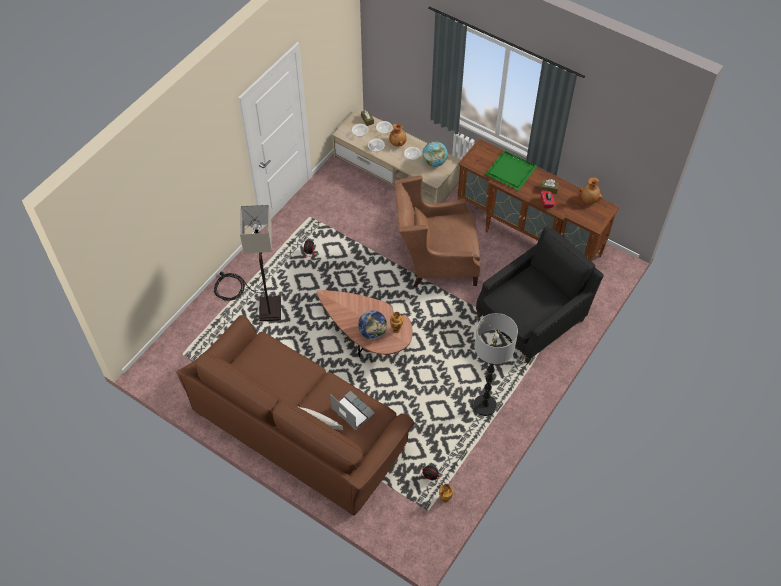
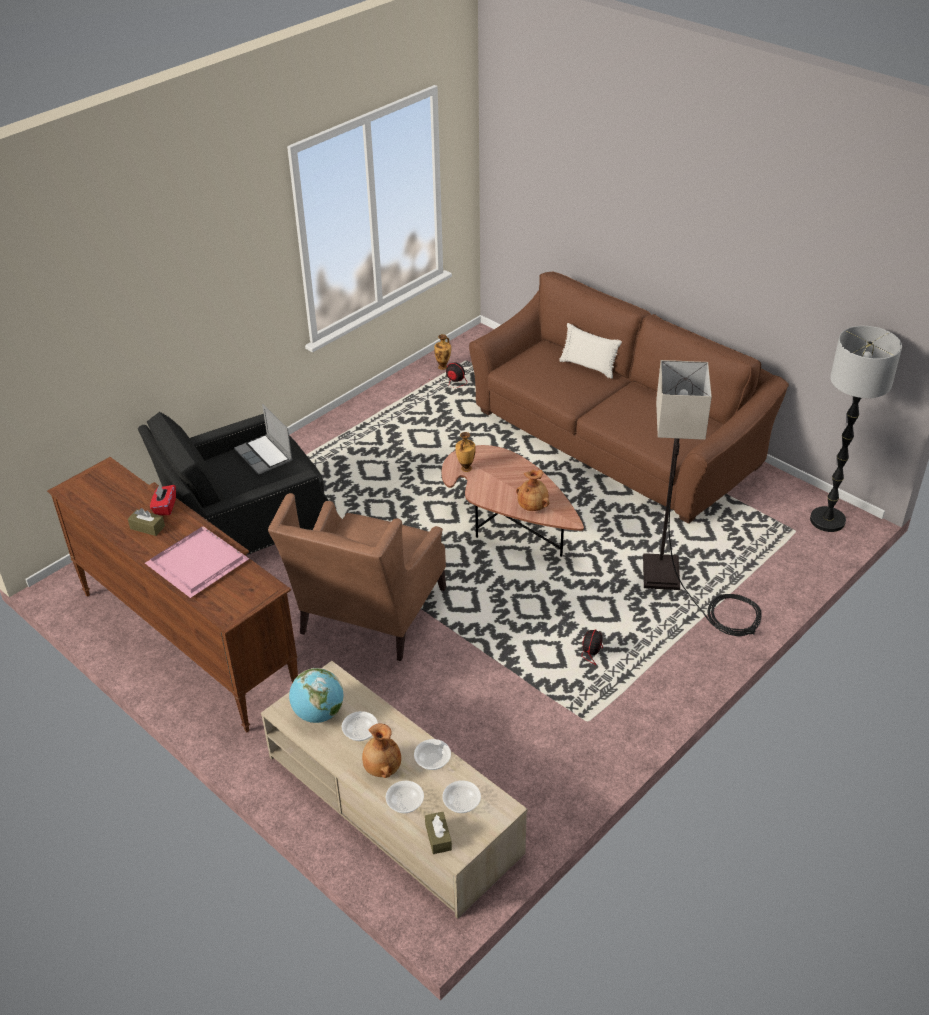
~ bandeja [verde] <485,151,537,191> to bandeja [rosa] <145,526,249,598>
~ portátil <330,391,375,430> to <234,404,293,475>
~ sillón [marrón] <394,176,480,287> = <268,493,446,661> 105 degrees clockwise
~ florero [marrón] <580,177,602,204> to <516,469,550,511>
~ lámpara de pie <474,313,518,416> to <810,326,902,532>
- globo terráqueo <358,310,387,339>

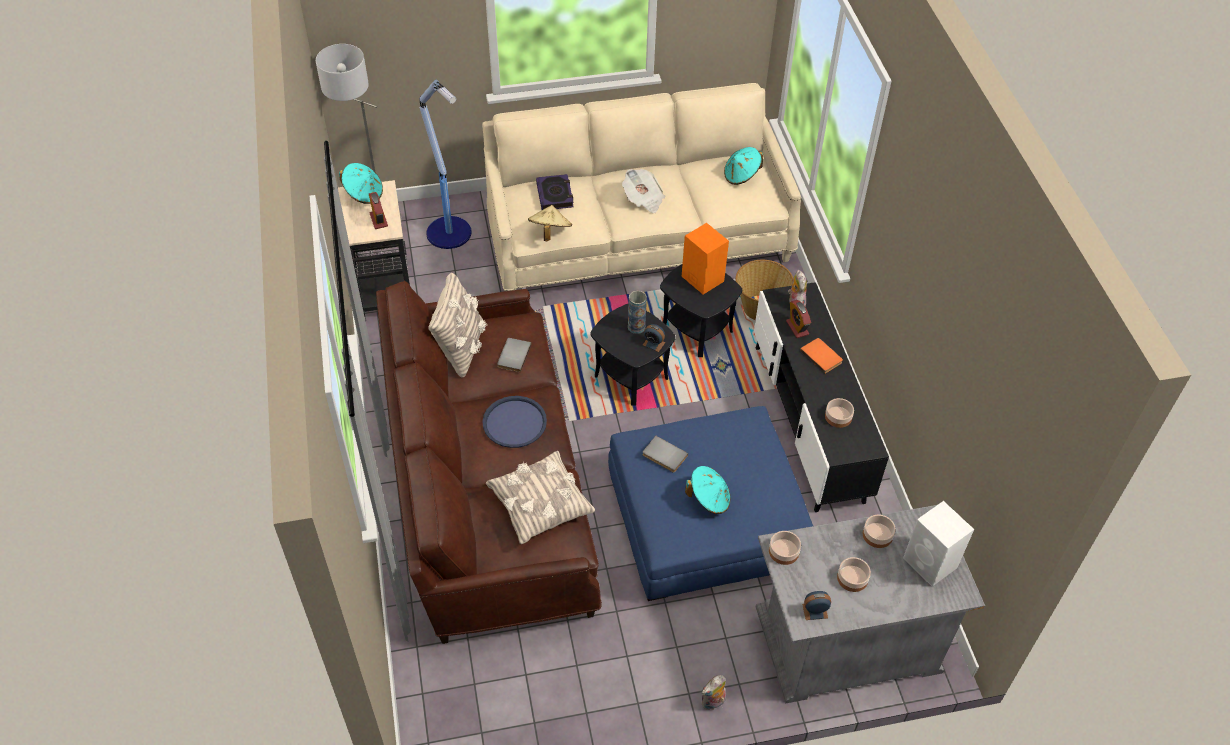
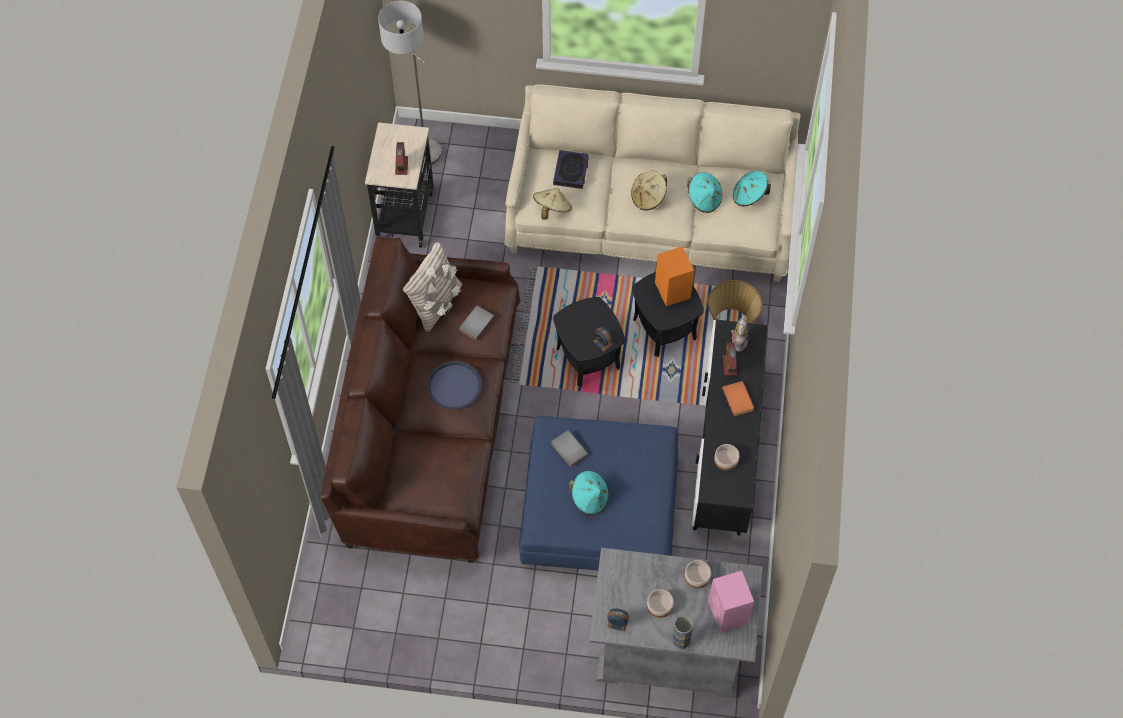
~ periódico <622,169,665,213> to sombrero [beis] <631,171,667,211>
~ florero <628,291,647,334> to <672,616,693,649>
~ sombrero [turquesa] <339,163,383,204> to <687,172,722,213>
~ altavoz [blanco] <903,501,974,586> to altavoz [rosa] <708,570,754,632>
- lámpara de pie <420,80,472,249>
- cojín [beis] <486,451,595,544>
- peluche <702,675,726,710>
- cuenco <769,531,801,565>

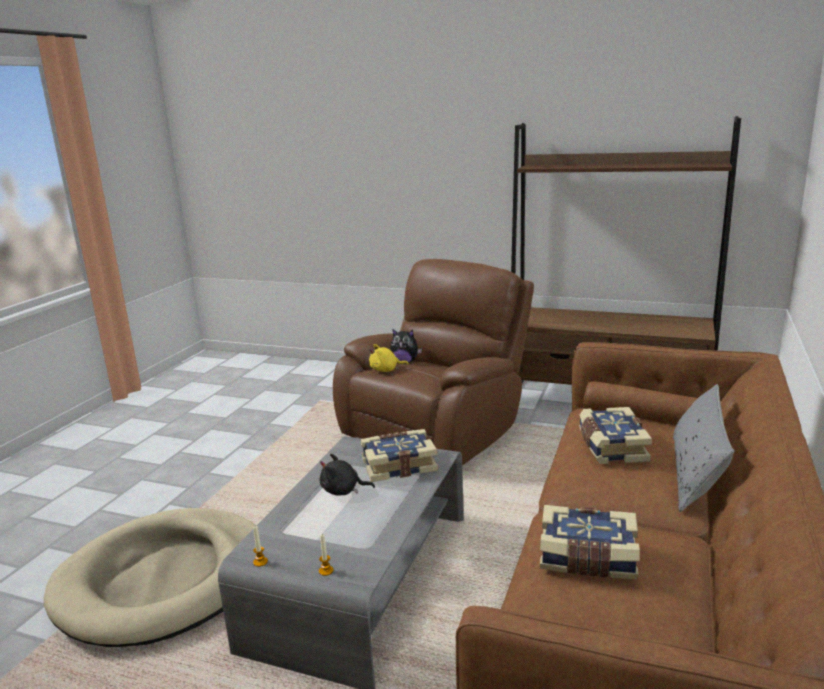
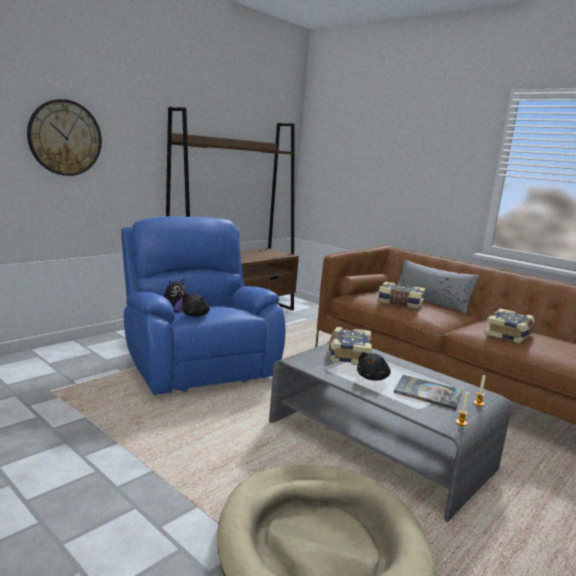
+ reloj de pared <27,99,102,176>
~ sillón [marrón] <333,259,534,466> to sillón [azul] <121,216,285,395>
~ peluche [amarillo] <369,344,409,372> to peluche [negro] <182,293,210,317>
+ libro <394,375,462,410>

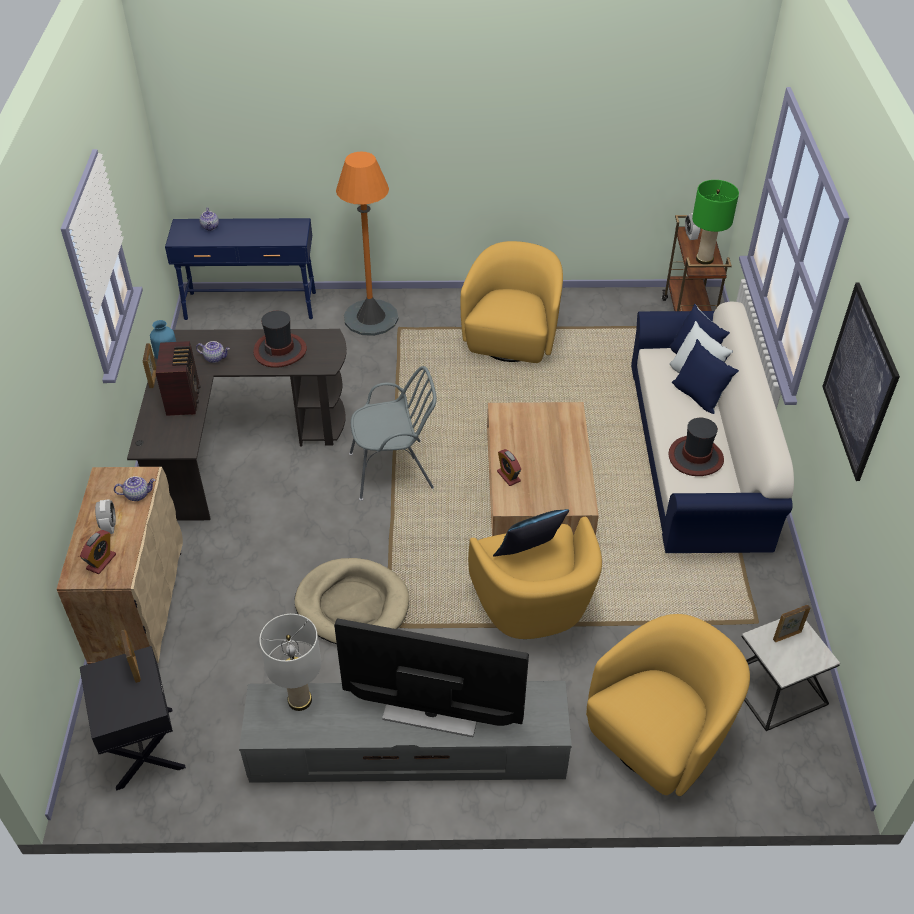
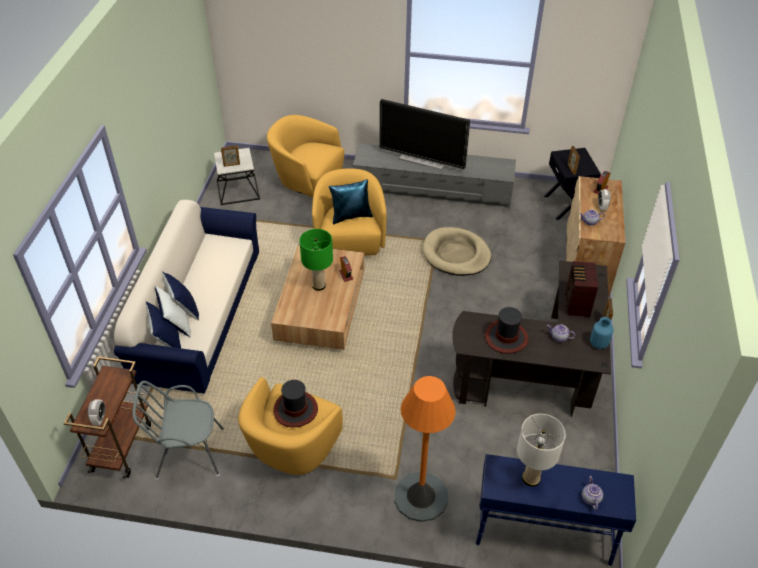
~ silla [gris] <349,366,437,501> to <133,381,224,480>
~ sillón [amarillo] <586,614,750,796> = <267,115,344,197> 60 degrees clockwise
~ sombrero <669,418,724,476> to <273,380,318,427>
~ lámpara de mesa [verde] <692,180,739,265> to <299,229,333,291>
~ lámpara de mesa [blanco] <259,614,321,711> to <517,414,566,487>
- cuadro <822,283,900,481>

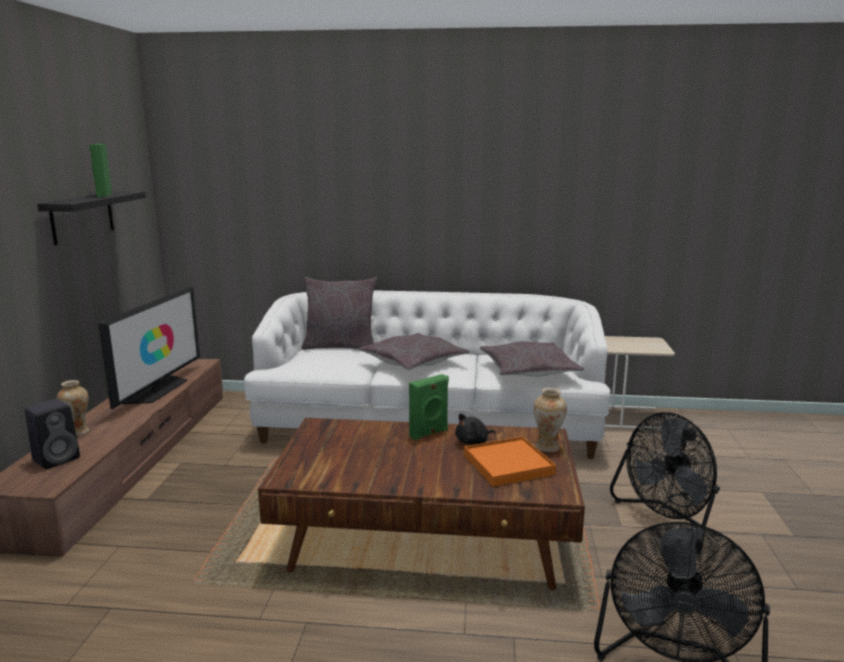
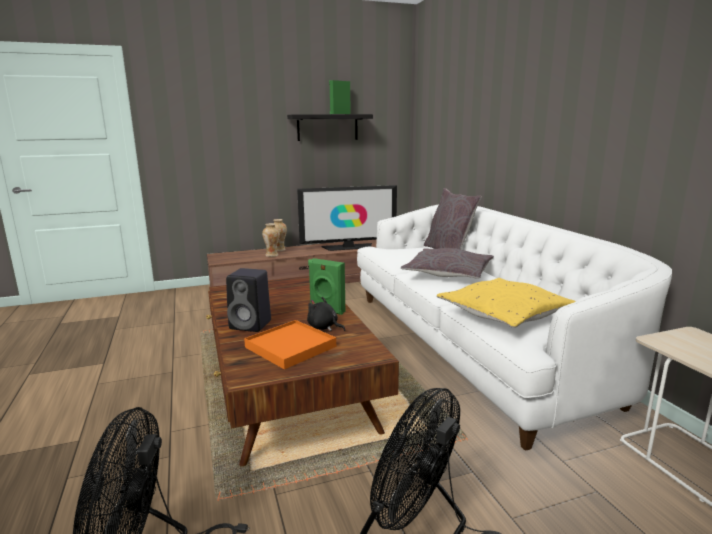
~ altavoz [negro] <25,399,80,469> to <226,268,271,332>
~ florero <534,388,567,452> to <262,223,280,257>
~ cojín [gris] <480,341,584,377> to cojín [amarillo] <437,278,576,328>

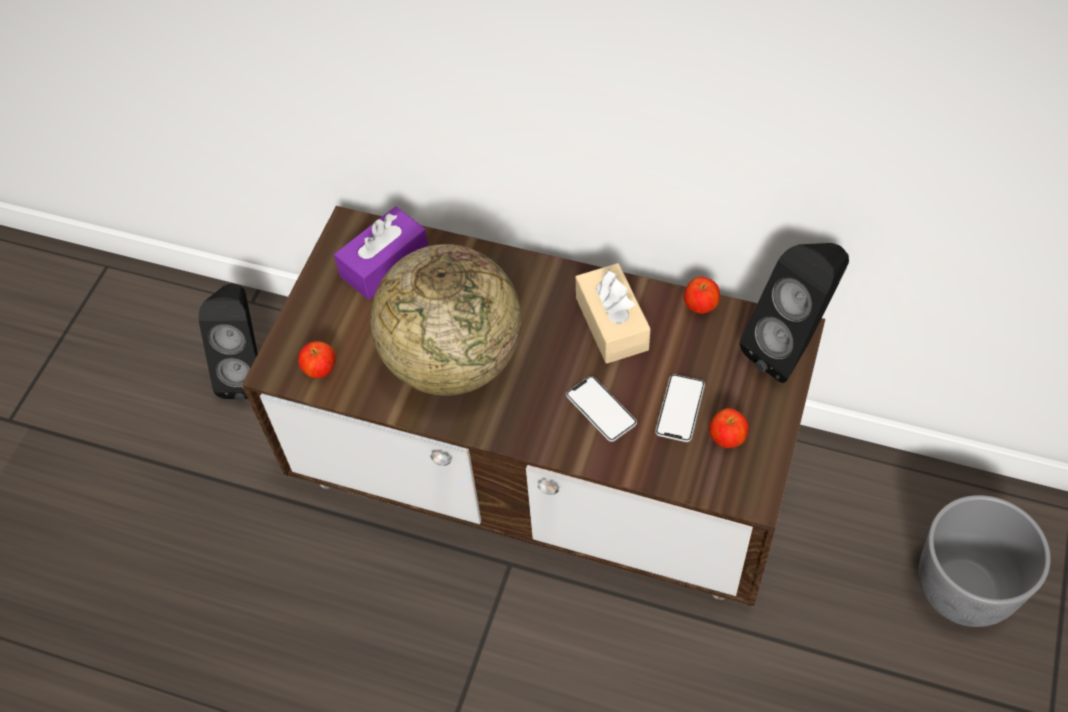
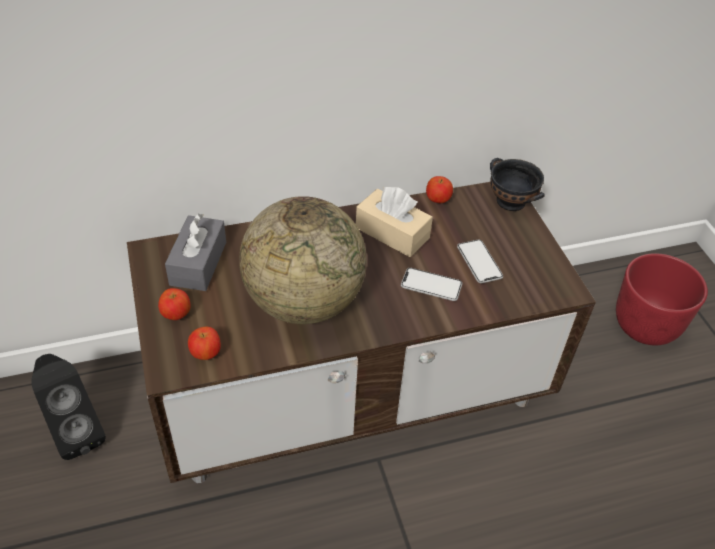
~ manzana <709,408,749,448> to <158,288,191,320>
~ caja de pañuelos [morado] <334,206,428,300> to caja de pañuelos [gris] <165,214,226,291>
~ altavoz [negro] <740,243,849,383> to cuenco [negro] <490,158,545,211>
~ maceta [gris] <919,495,1051,627> to maceta [rojo] <616,253,708,345>

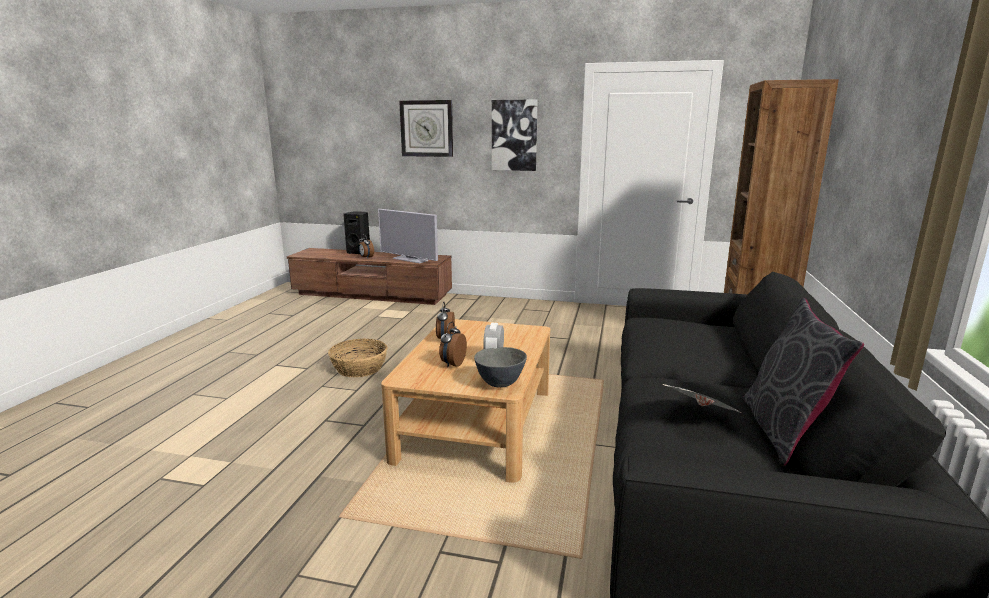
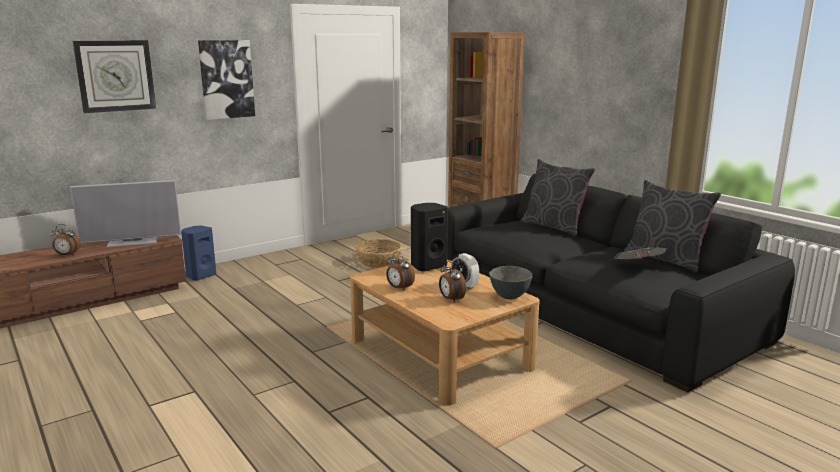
+ altavoz [azul] <181,225,216,281>
~ cesta <328,339,388,377> to <355,239,402,268>
~ altavoz [negro] <343,211,370,254> to <411,203,448,271>
+ cojín [gris] <521,159,595,237>

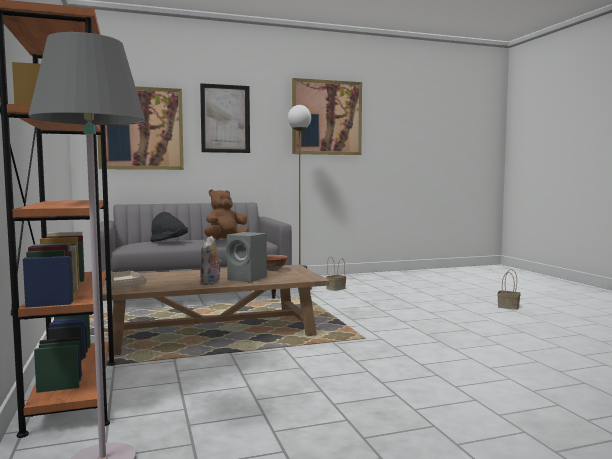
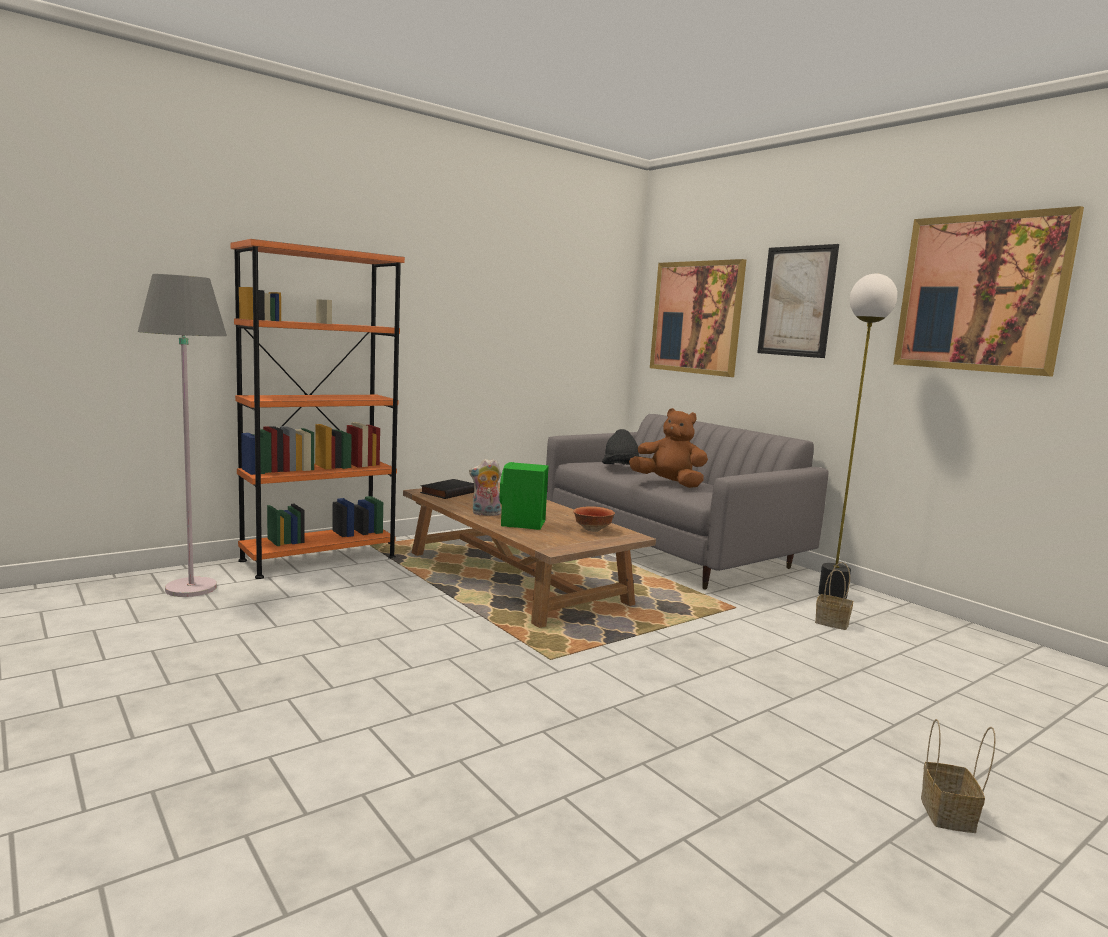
~ bandeja [beis] <104,270,147,287> to libro [negro] <420,479,474,499>
~ altavoz [gris] <226,232,267,282> to altavoz [verde] <499,462,549,530>

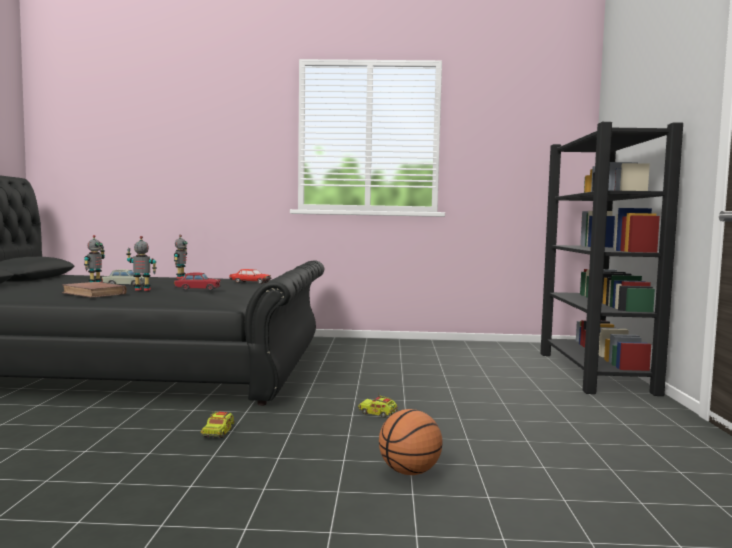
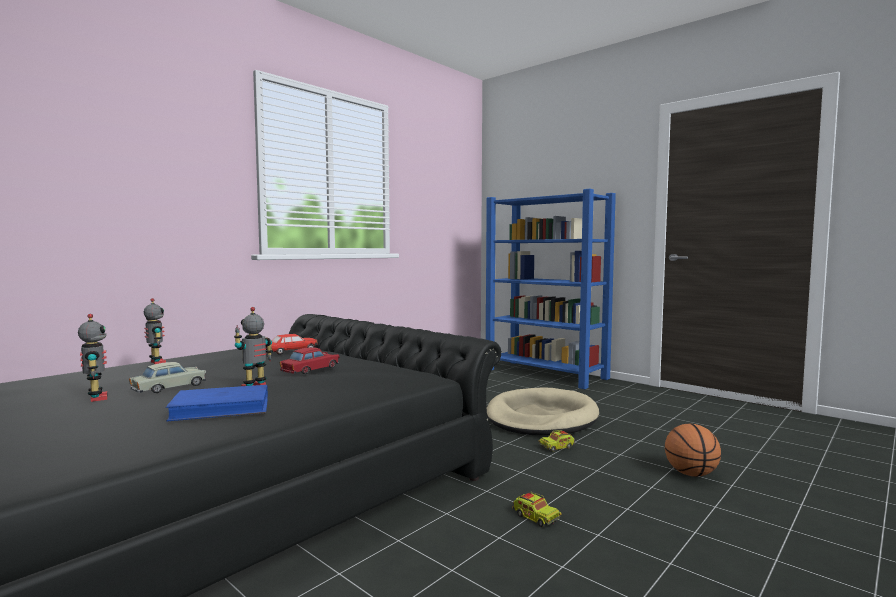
~ libro [marrón] <62,282,127,298> to libro [azul] <166,385,268,422>
~ estantería [negro] <540,122,683,396> to estantería [azul] <486,189,616,389>
+ cama para perro [beis] <487,387,599,435>

